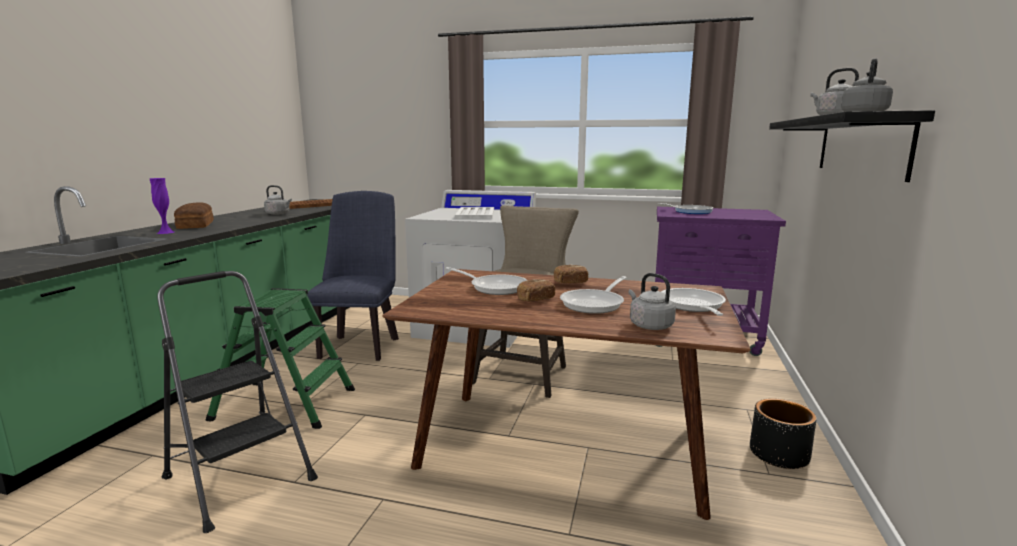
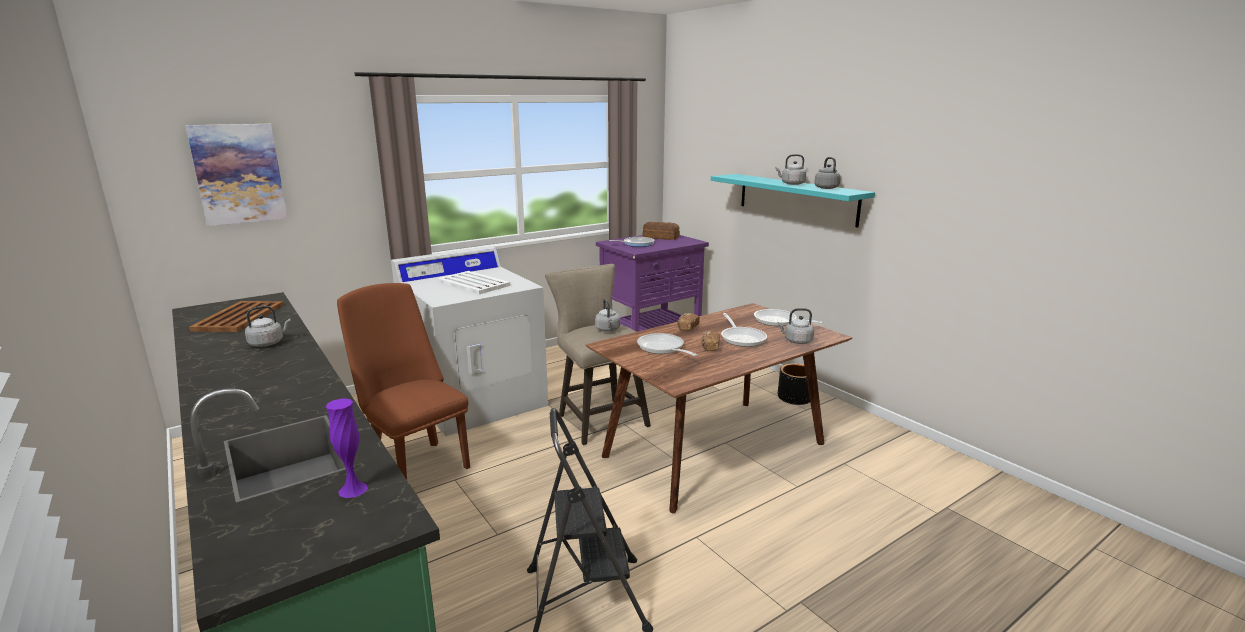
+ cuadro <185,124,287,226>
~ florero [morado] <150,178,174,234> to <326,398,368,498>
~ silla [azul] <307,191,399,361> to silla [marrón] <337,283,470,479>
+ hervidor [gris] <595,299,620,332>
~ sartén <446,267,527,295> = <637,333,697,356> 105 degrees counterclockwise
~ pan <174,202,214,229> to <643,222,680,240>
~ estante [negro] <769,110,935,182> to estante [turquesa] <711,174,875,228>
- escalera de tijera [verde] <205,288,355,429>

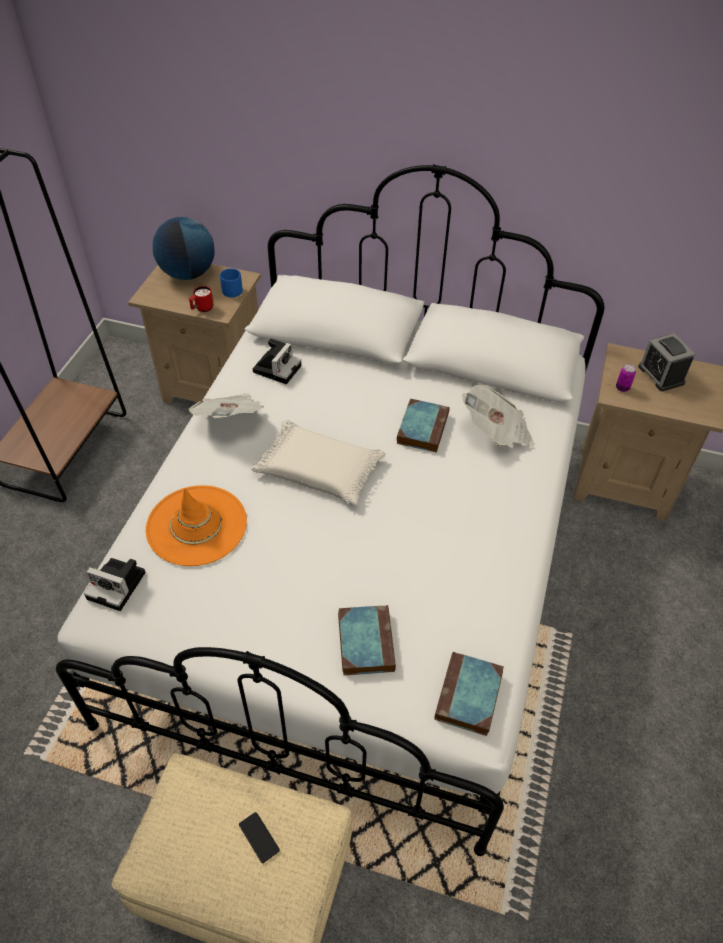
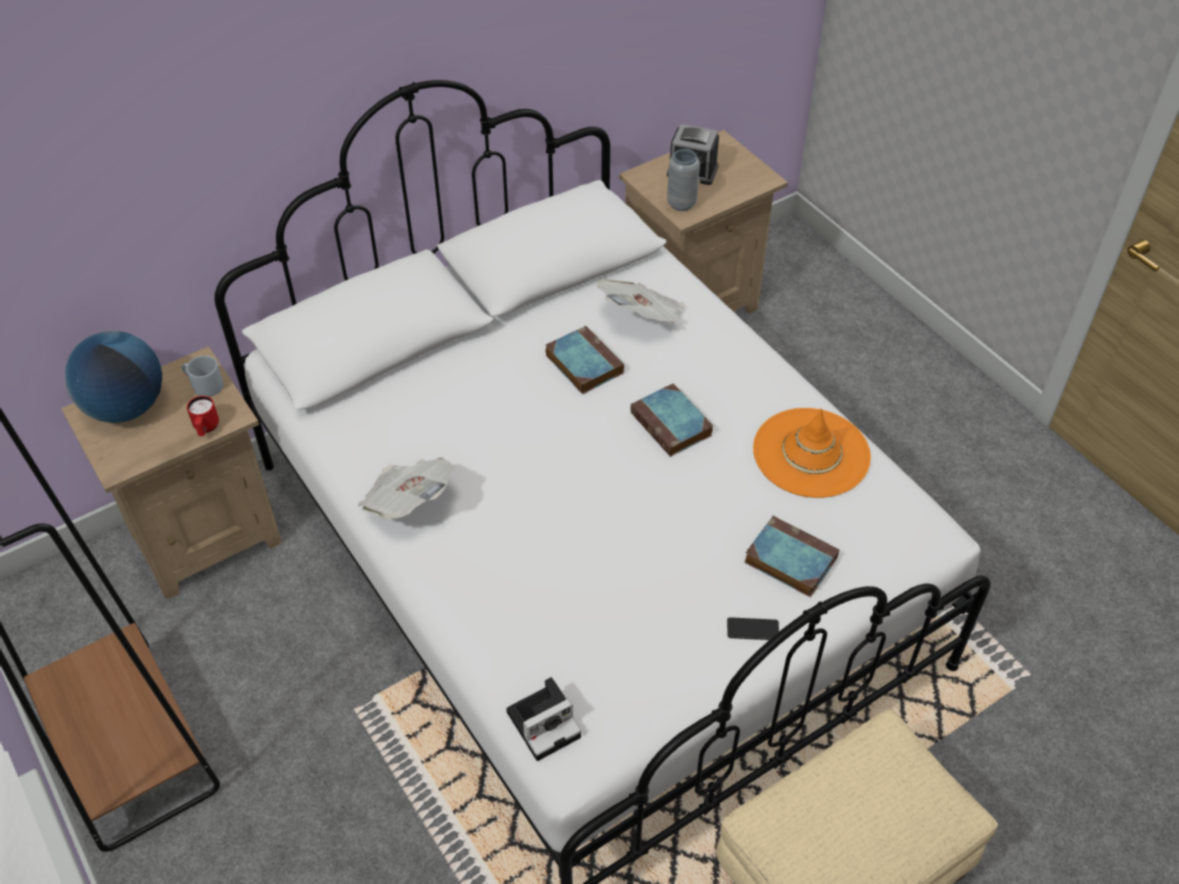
~ taza grande [azul] <220,269,243,297> to taza grande [gris] <182,356,224,397>
~ libro <435,652,504,736> to <631,383,713,457>
~ lata <616,364,636,392> to florero [gris] <667,149,700,211>
~ móvil <239,812,280,863> to <727,617,779,640>
~ sombrero [naranja] <146,485,247,566> to <753,408,871,498>
- cojín [blanco] <250,420,385,505>
- cámara <253,338,301,384>

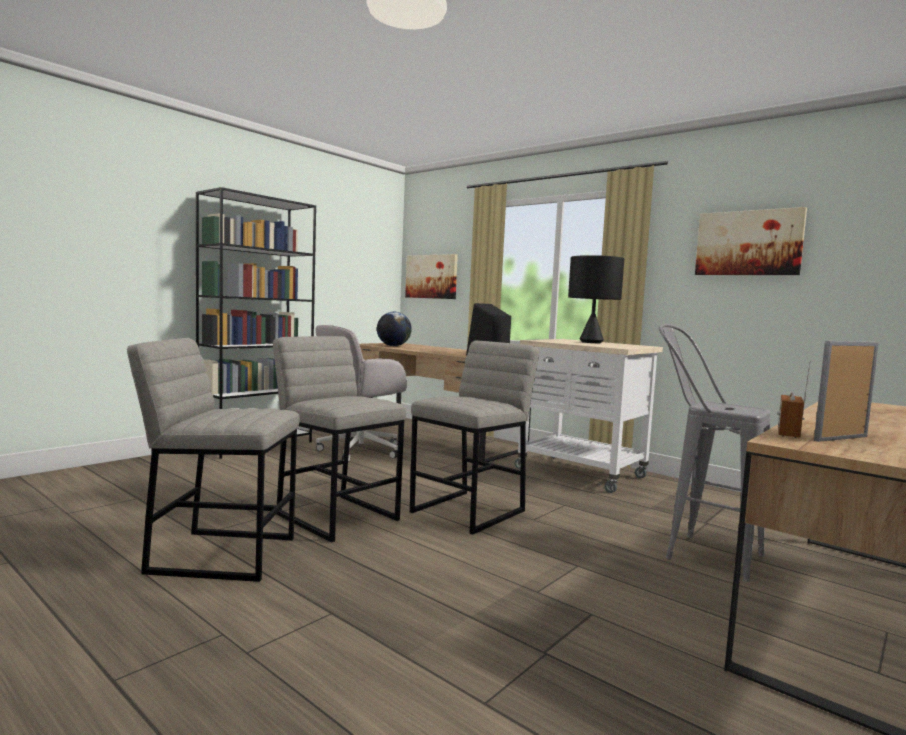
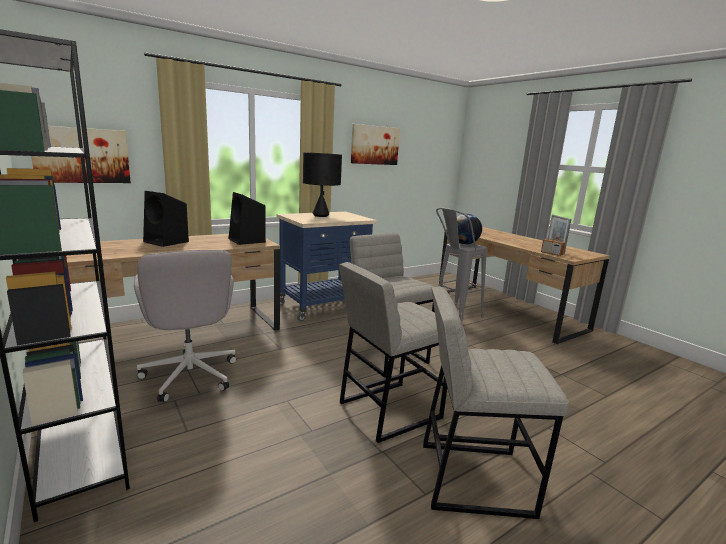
+ altavoz [negro] <143,191,189,247>
~ carrito [blanco] <515,339,663,493> to carrito [azul] <277,212,377,321>
~ silla [gris] <127,338,300,582> = <423,286,569,519> 75 degrees clockwise
~ globo terráqueo <377,312,412,346> to <457,214,482,245>

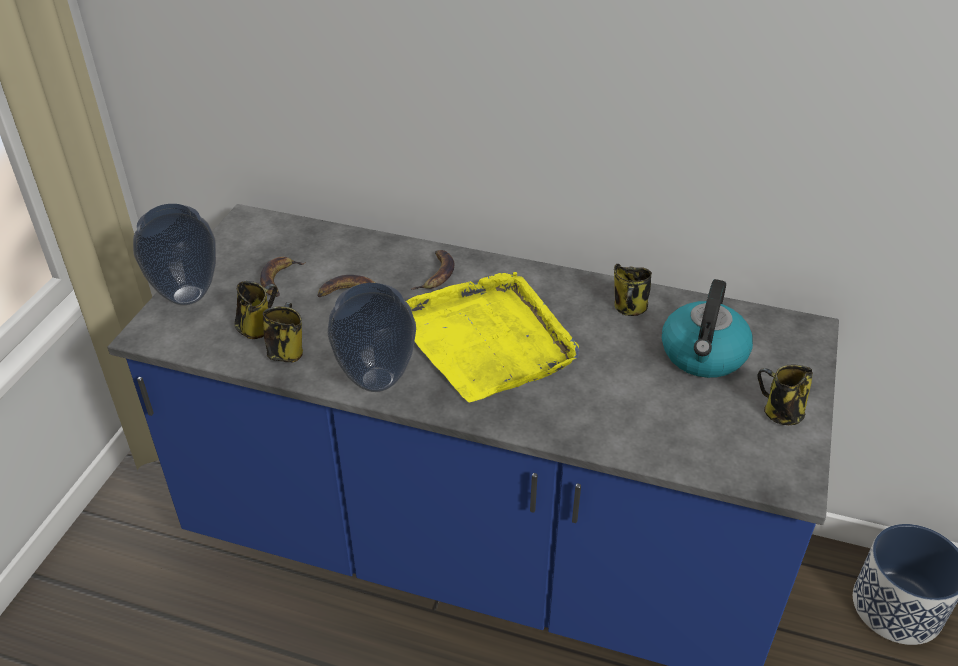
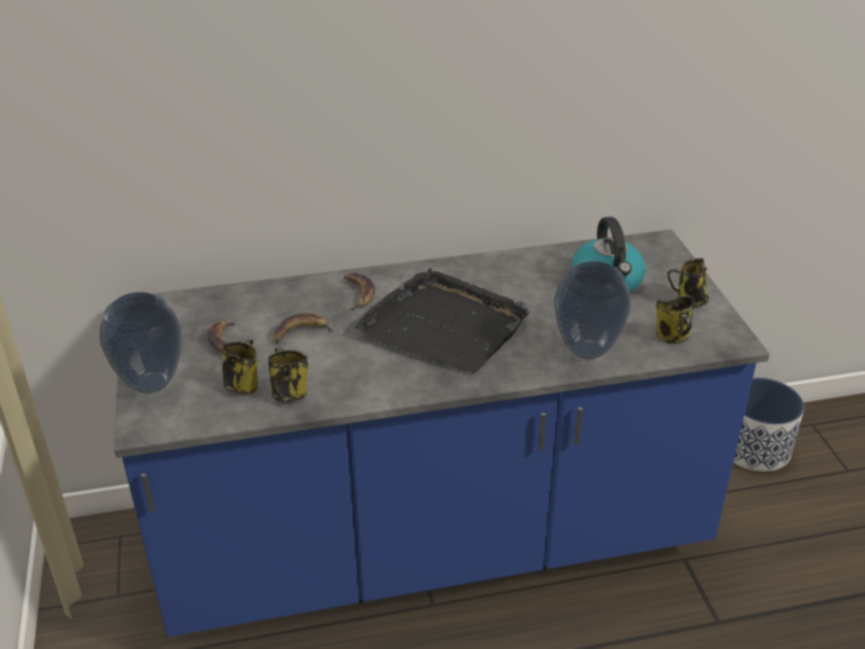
~ bandeja [amarillo] <406,272,579,402> to bandeja [negro] <355,268,530,373>
~ florero <327,283,416,392> to <554,261,631,359>
~ taza grande <614,264,652,316> to <656,295,695,344>

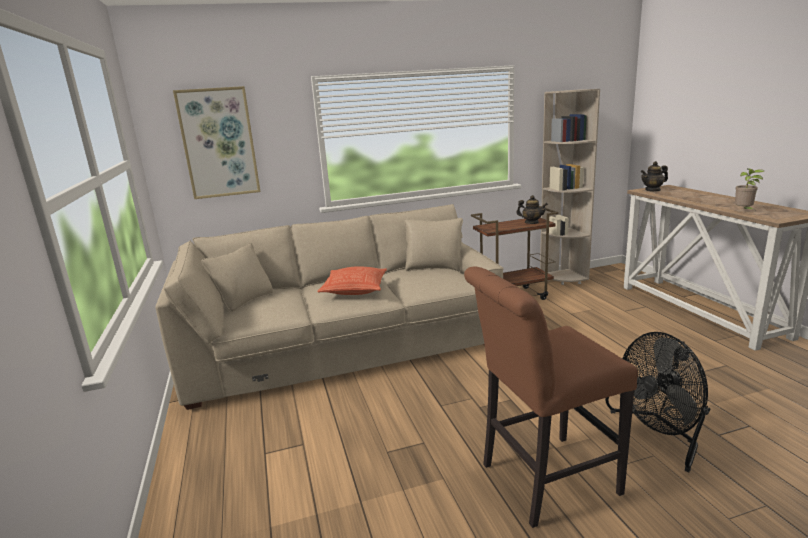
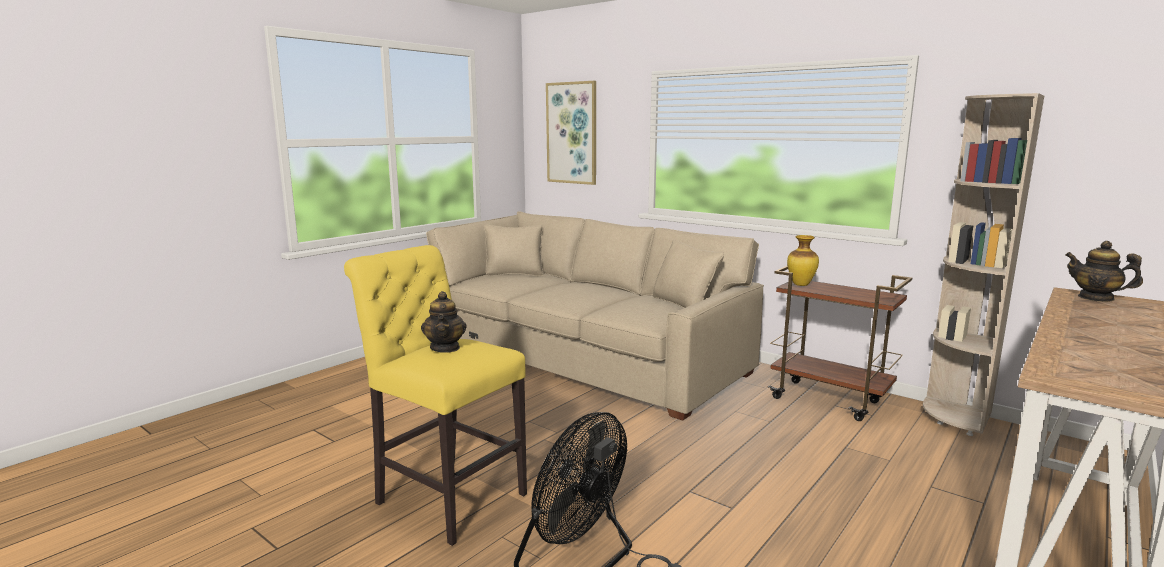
~ taburete [marrón] <464,267,638,528> to taburete [amarillo] <344,245,527,546>
~ tetera <516,195,548,224> to <421,291,467,353>
+ florero <787,235,819,286>
- cojín [naranja] <318,266,387,295>
- planta en maceta <735,168,765,210>

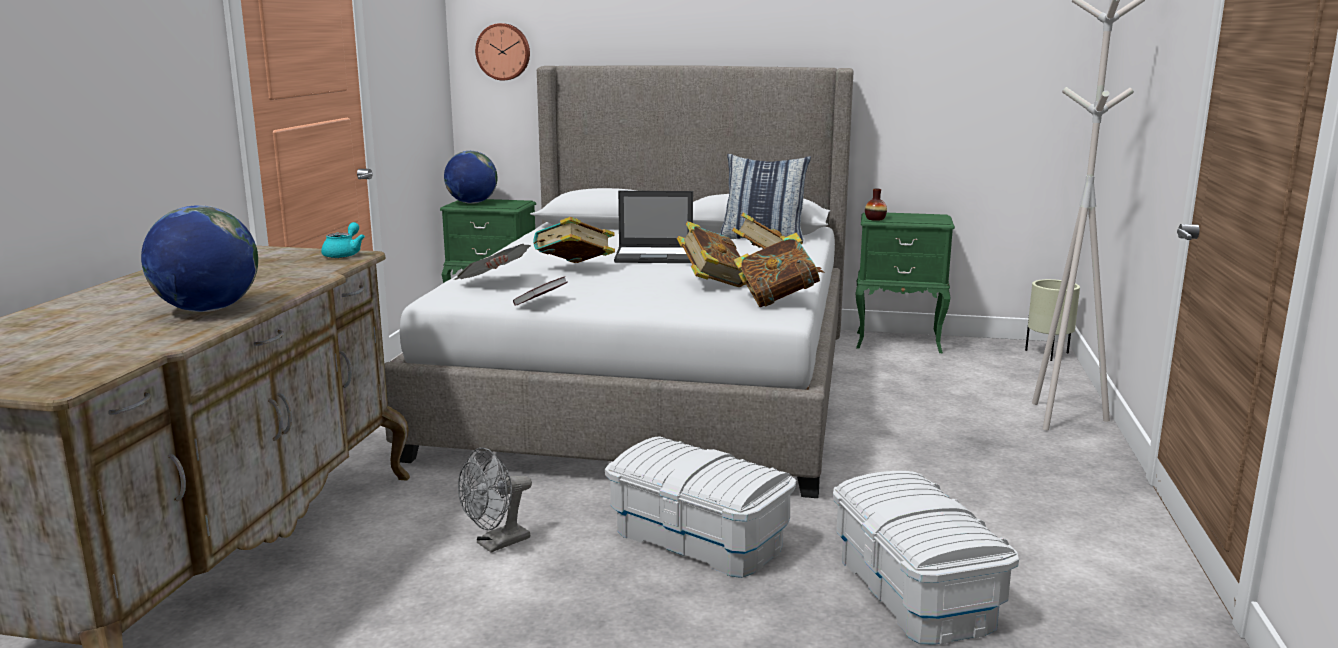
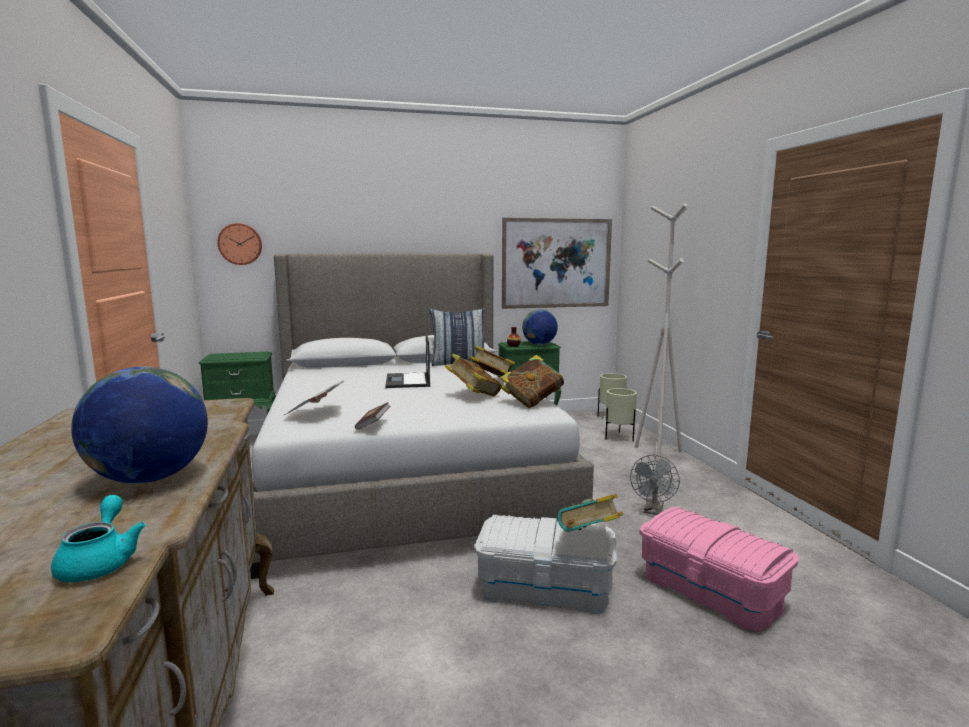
~ tetera [turquesa] <321,222,365,258> to <51,495,145,582>
~ portátil <614,191,693,263> = <385,334,430,388> 105 degrees clockwise
+ cuadro <502,218,612,309>
~ globo terráqueo <444,151,497,204> to <522,309,558,345>
~ libro <533,217,615,263> to <558,494,623,532>
+ maceta [beis] <605,388,637,442>
~ ventilador [gris] <458,447,532,553> to <630,455,680,515>
~ caja de almacenaje [blanco] <833,471,1019,645> to caja de almacenaje [rosa] <639,507,799,632>

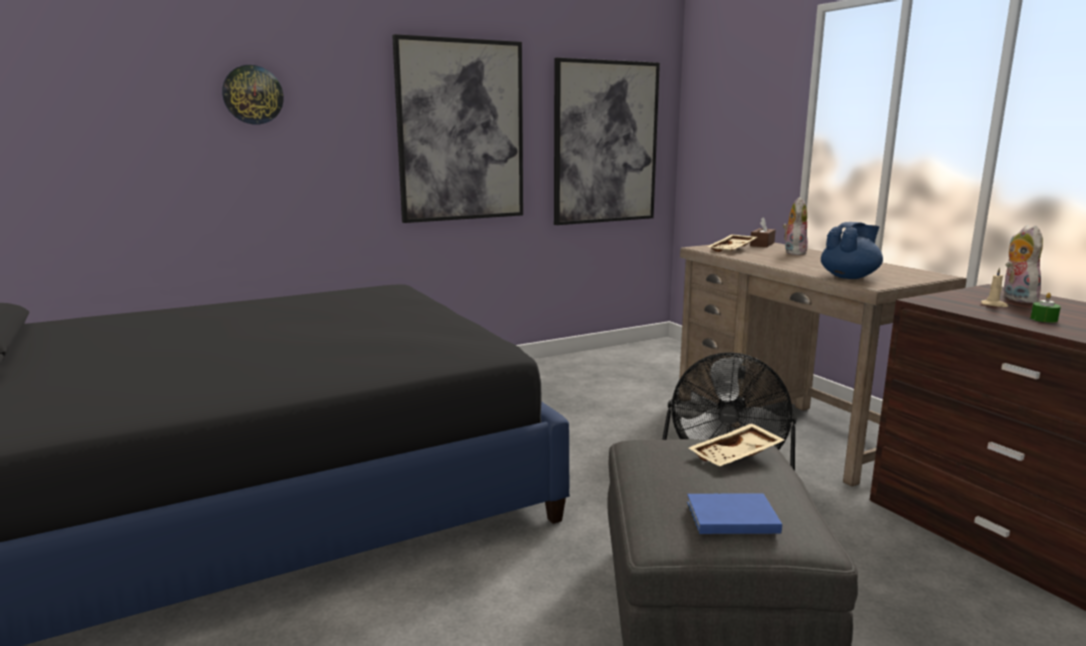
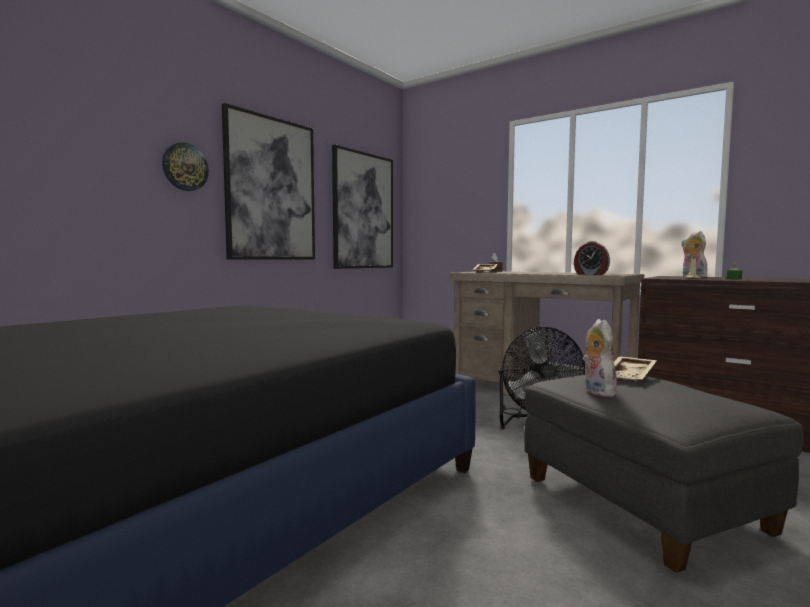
~ reloj de pared <222,65,284,124> to <162,143,209,191>
~ tetera [azul] <821,222,883,279> to despertador <574,241,610,275>
~ peluche <783,197,808,255> to <582,319,619,397>
- libro [azul] <687,493,782,534>

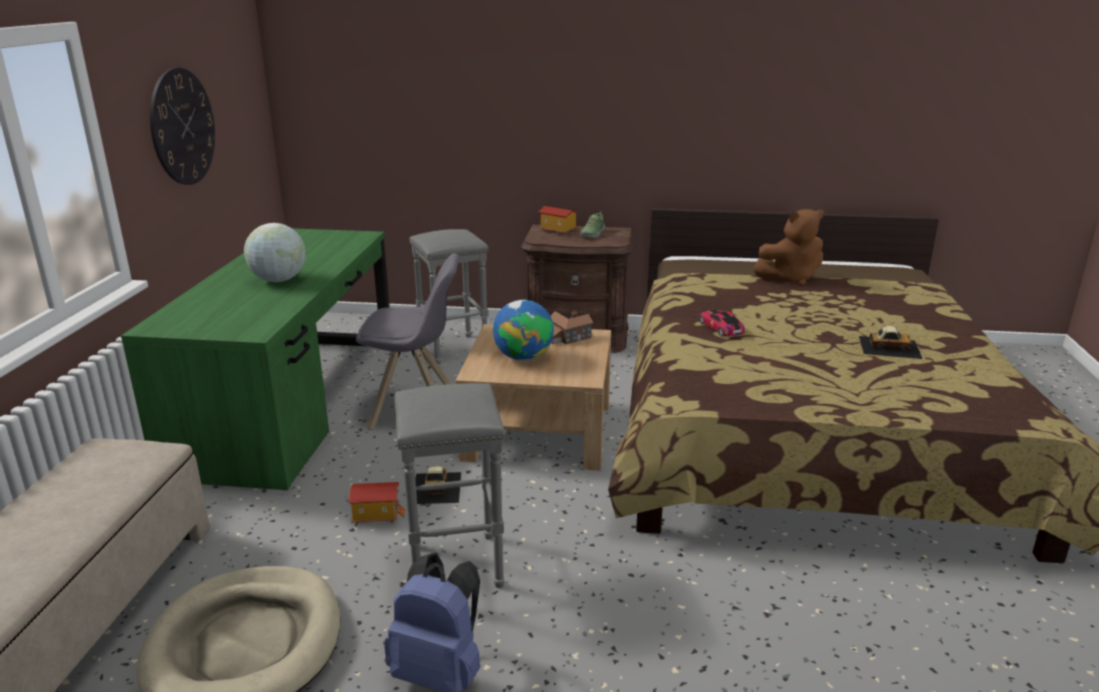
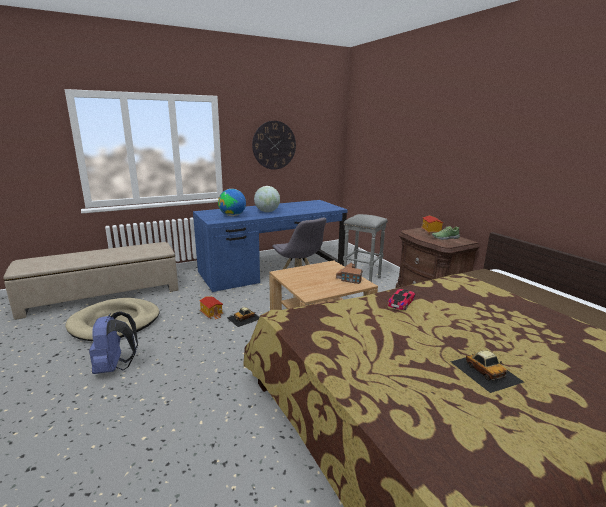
~ escritorio [verde] <121,228,390,490> to escritorio [azul] <193,200,348,292>
~ globo terráqueo <493,300,554,361> to <218,189,246,216>
- taburete [gris] <394,383,505,588>
- peluche [marrón] <754,209,824,286>

